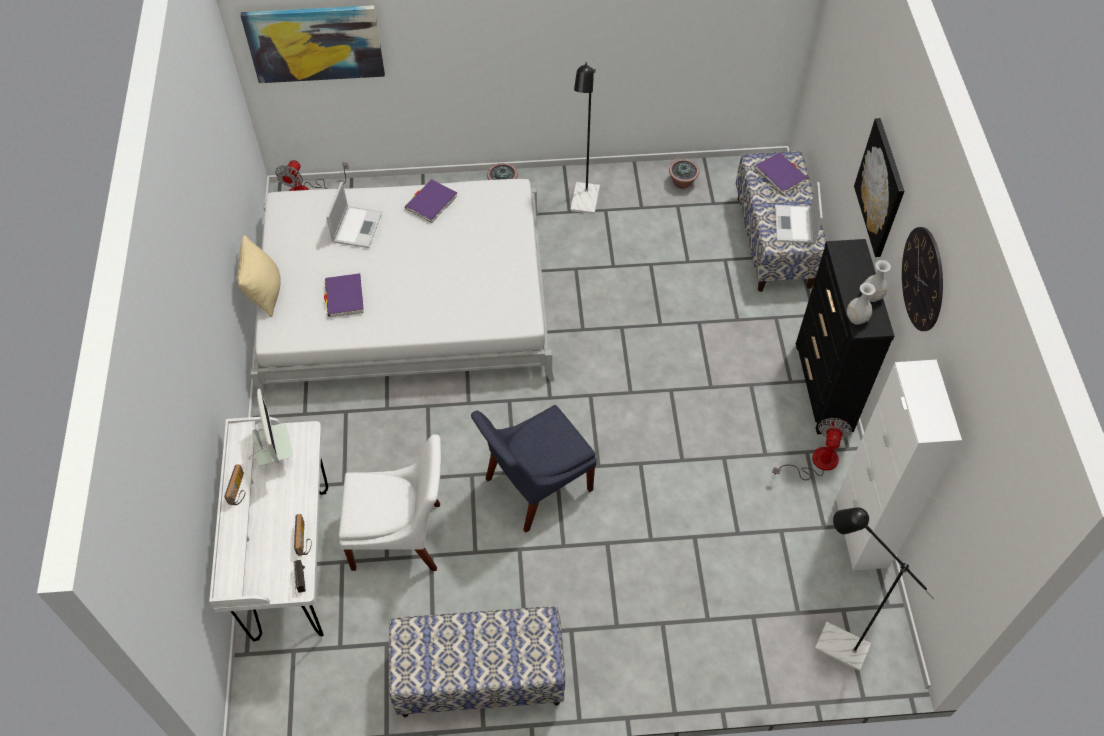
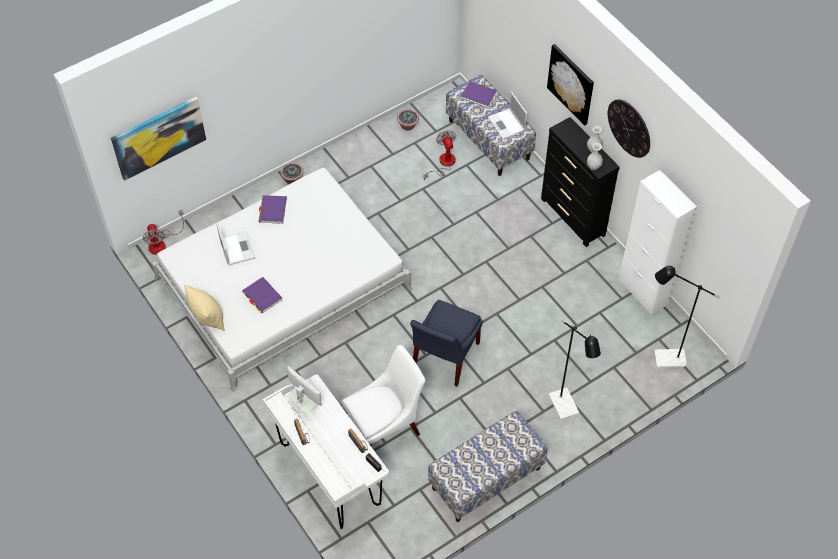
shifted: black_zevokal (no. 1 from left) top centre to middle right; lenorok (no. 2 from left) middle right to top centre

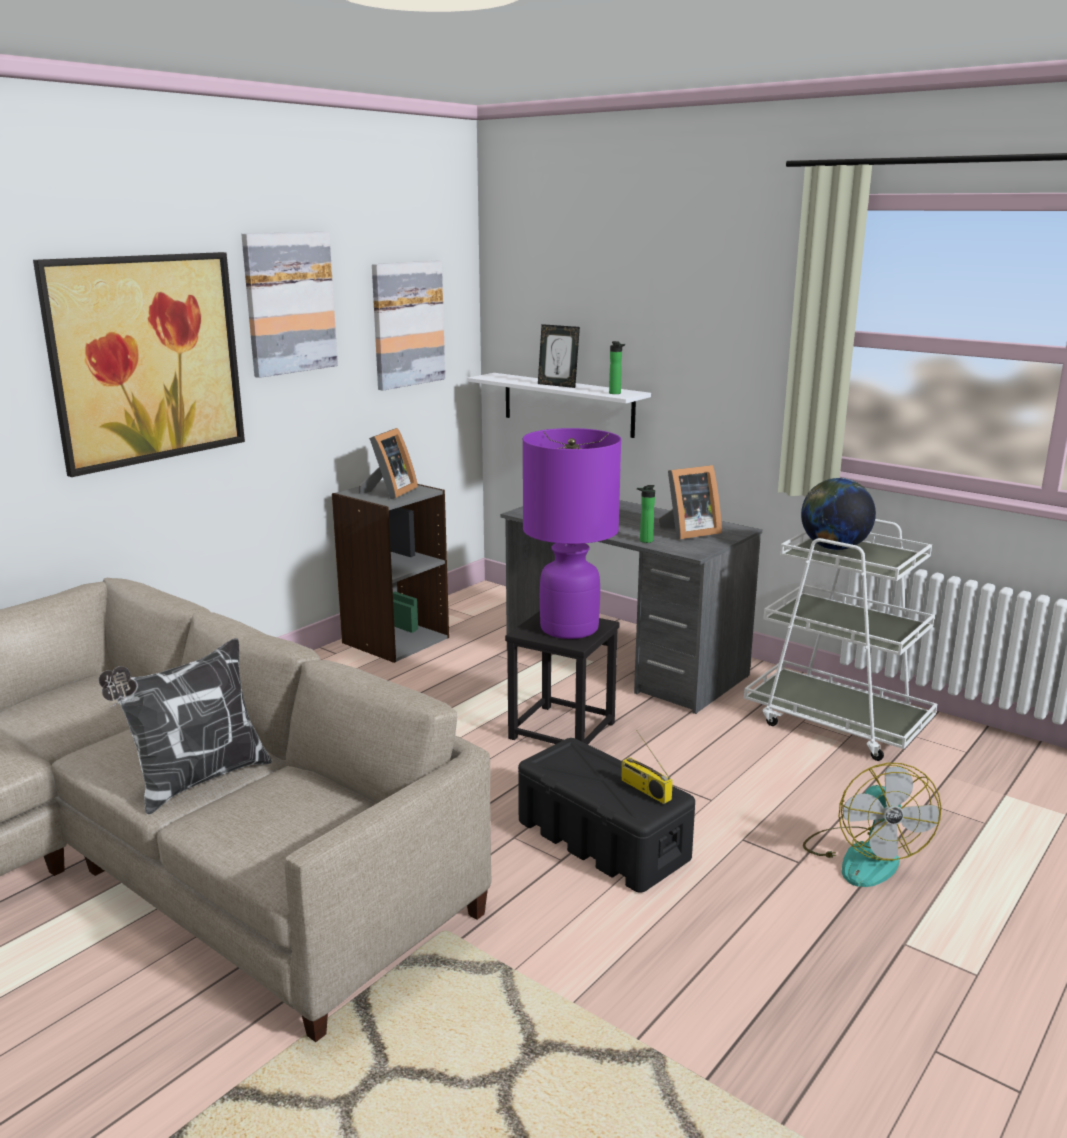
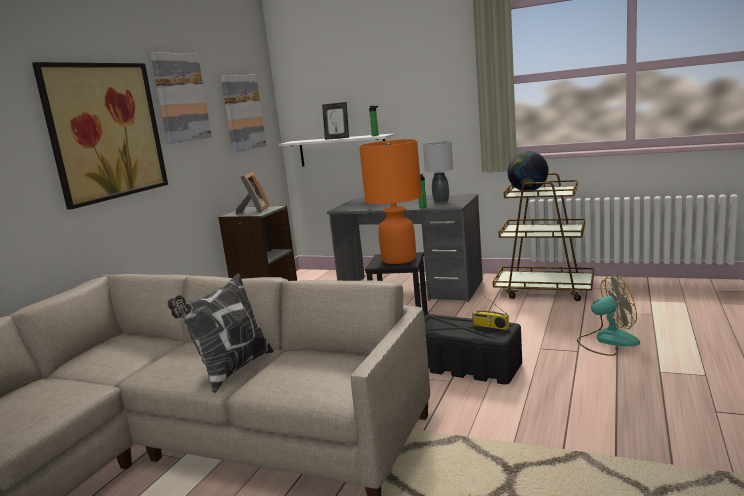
swapped: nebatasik (no. 3 from left) centre to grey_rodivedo centre
repainted: purple_rodivedo centre to orange_rodivedo centre; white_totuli middle right to brown_totuli middle right
rotated: lenorok bottom right = middle right 75 degrees counterclockwise

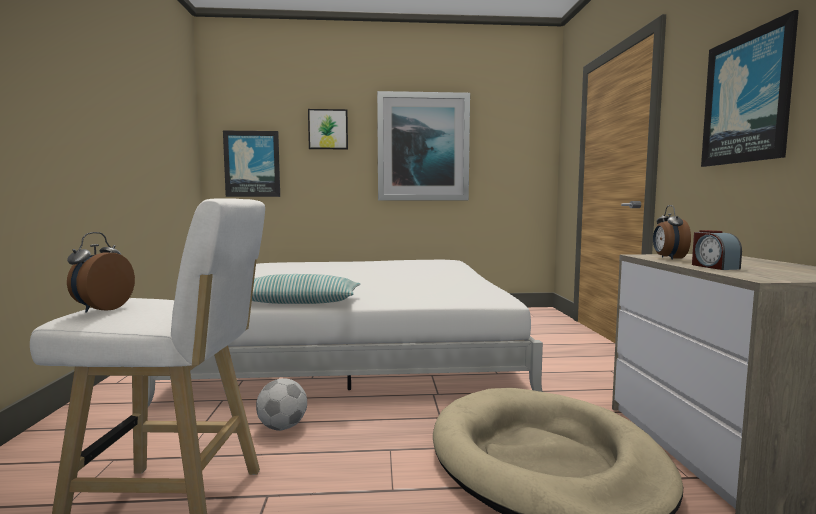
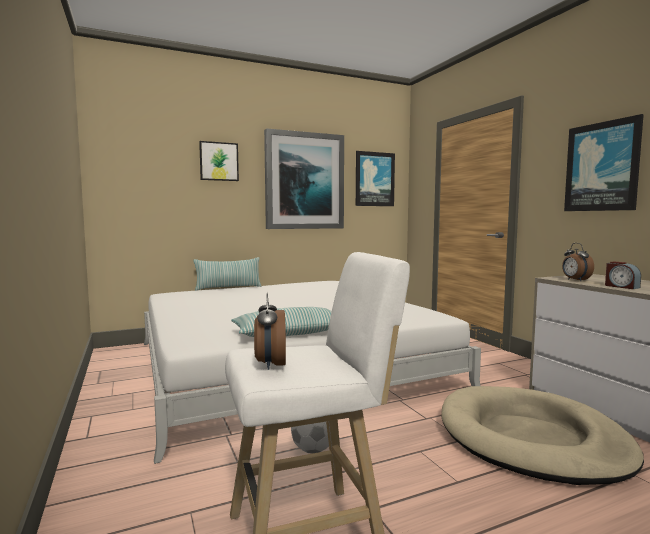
new: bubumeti (no. 1 from left) centre
shifted: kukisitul (no. 1 from left in the first image) top left to kukisitul (no. 3 from left) centre

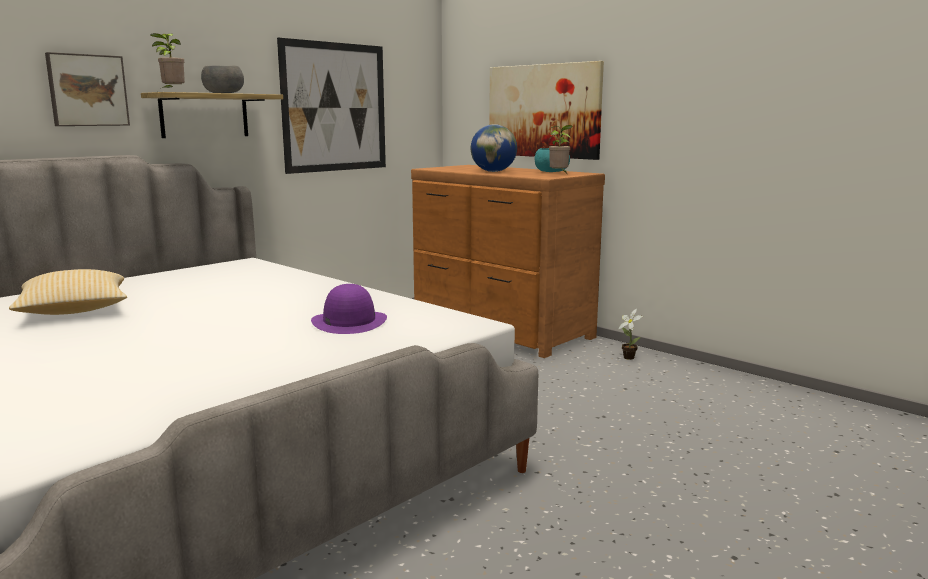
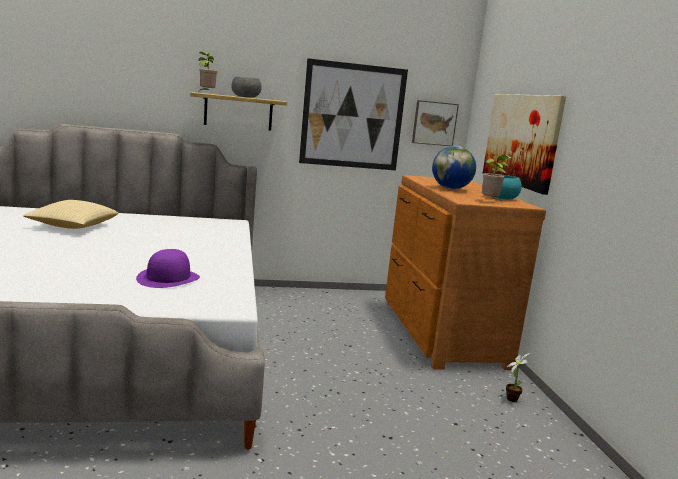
shifted: kukisitul (no. 1 from left in the first image) top left to kukisitul (no. 2 from left) top centre

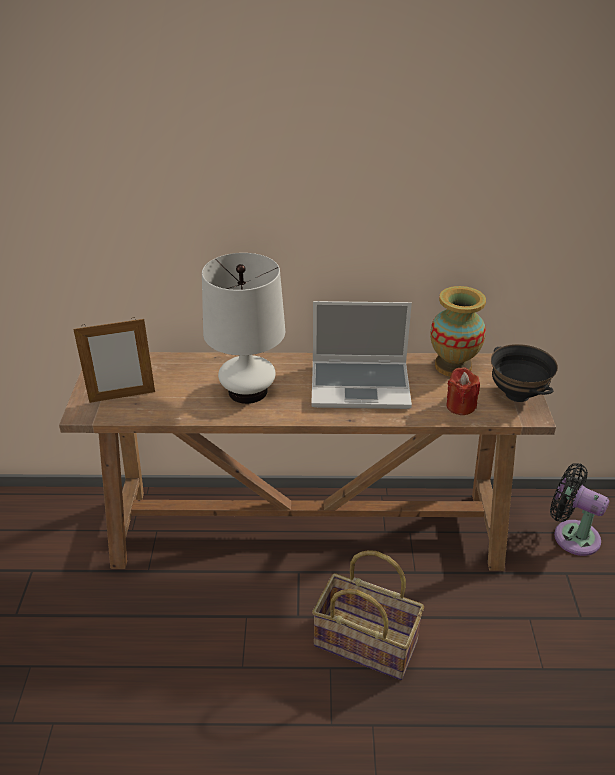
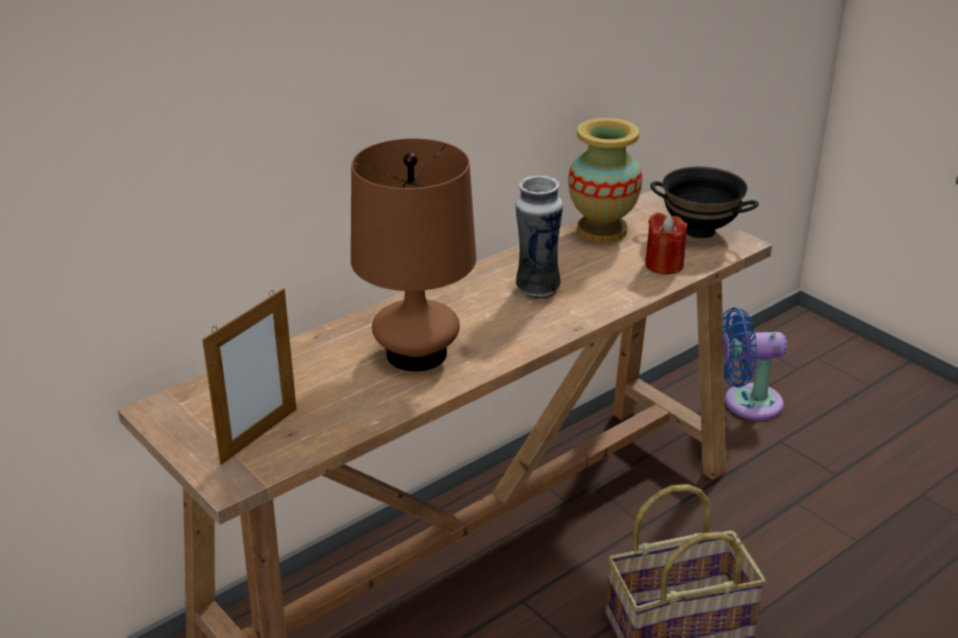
swapped: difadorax centre to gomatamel (no. 1 from left) centre
repainted: white_rodivedo centre to brown_rodivedo centre; black_lenorok middle right to blue_lenorok middle right

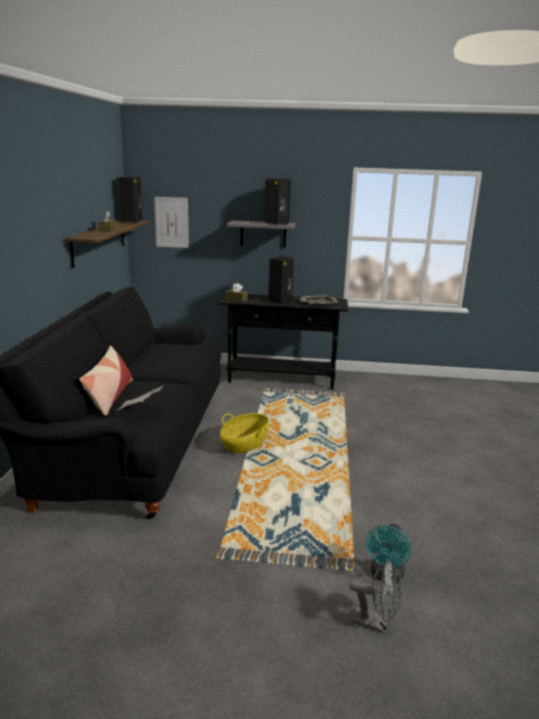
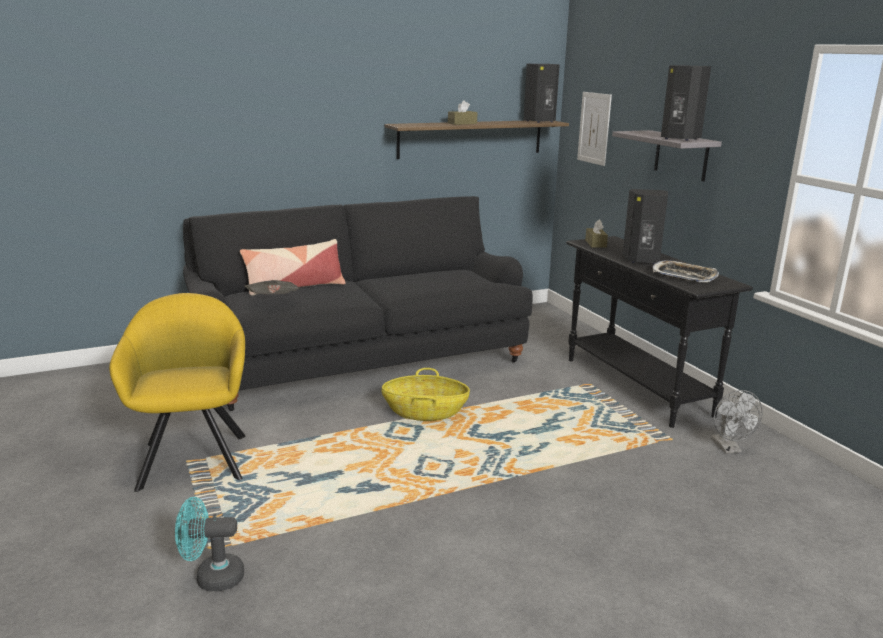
new: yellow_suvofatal middle left
shifted: grey_lenorok bottom right to middle right

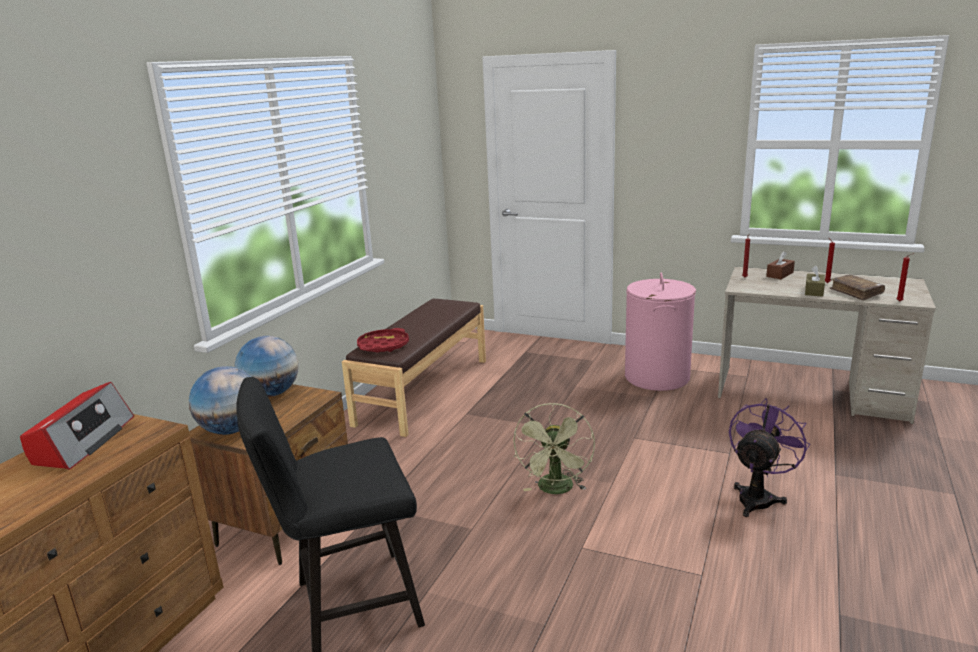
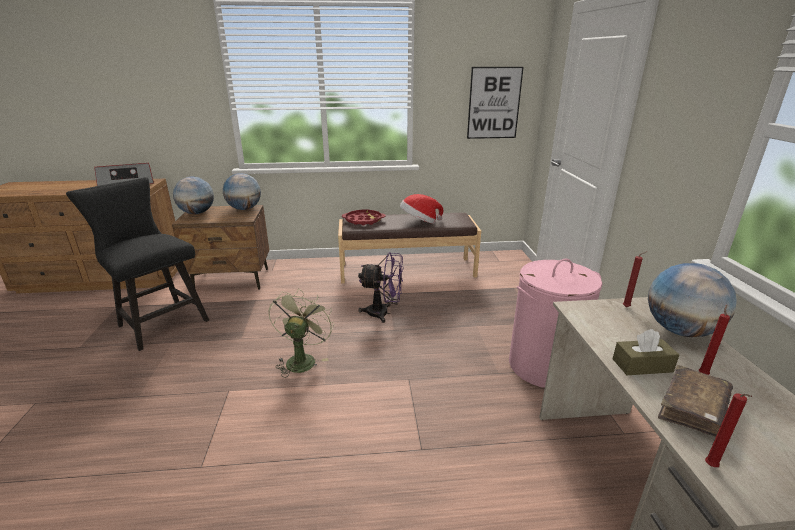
new: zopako centre; kukisitul top centre
shifted: purple_lenorok bottom right to centre
swapped: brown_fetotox (no. 1 from left) middle right to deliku (no. 3 from left) middle right
rotated: green_lenorok bottom centre = centre 120 degrees clockwise

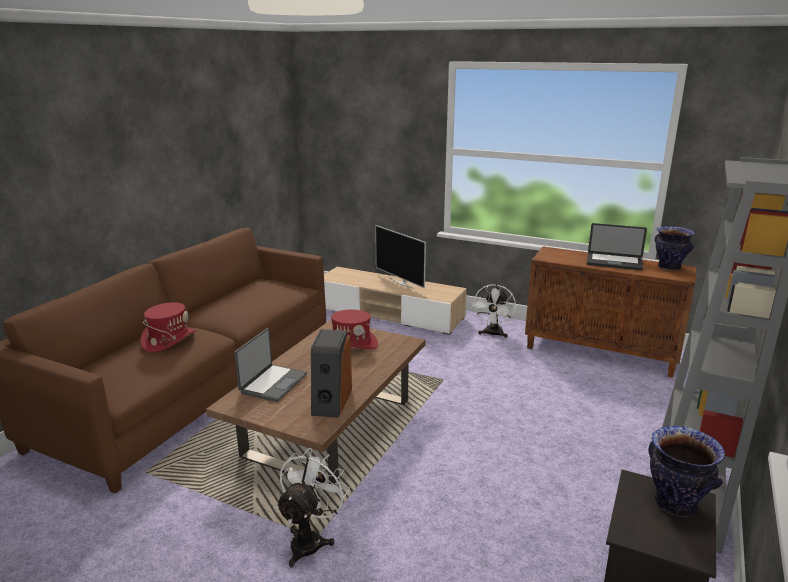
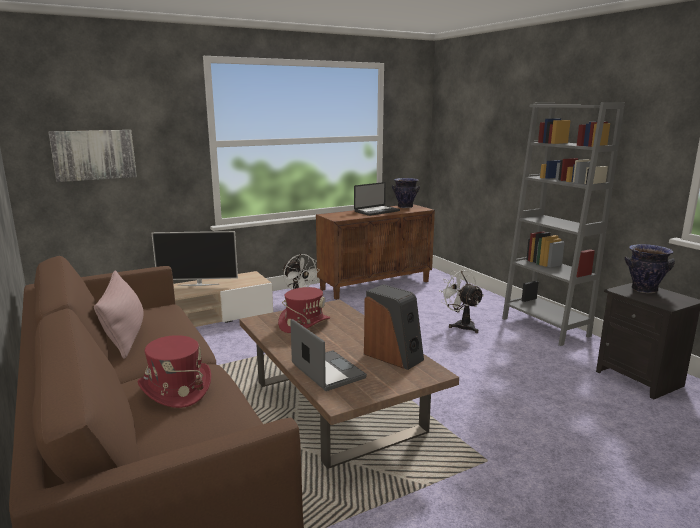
new: kukisitul top left; pink_bubumeti middle left
shifted: white_lenorok (no. 1 from left in the first image) bottom centre to white_lenorok (no. 2 from left) centre

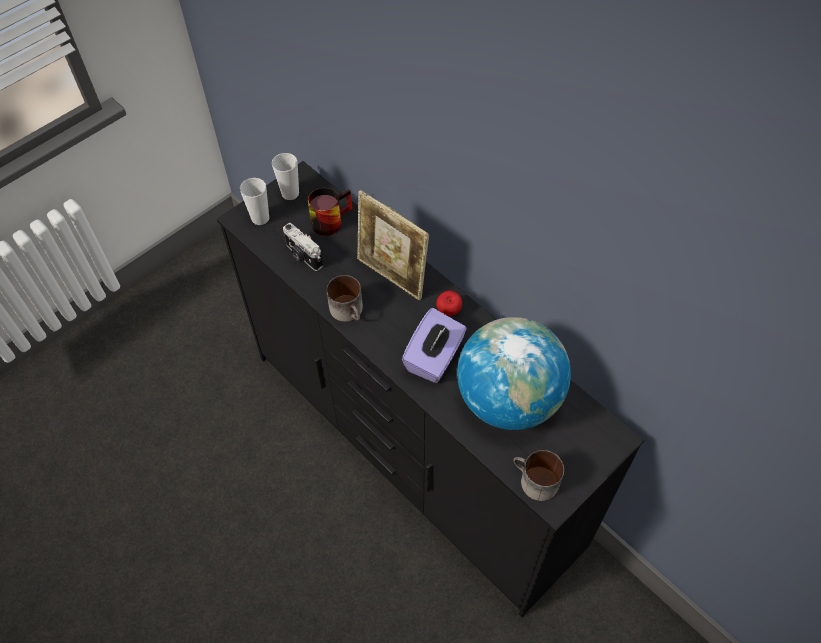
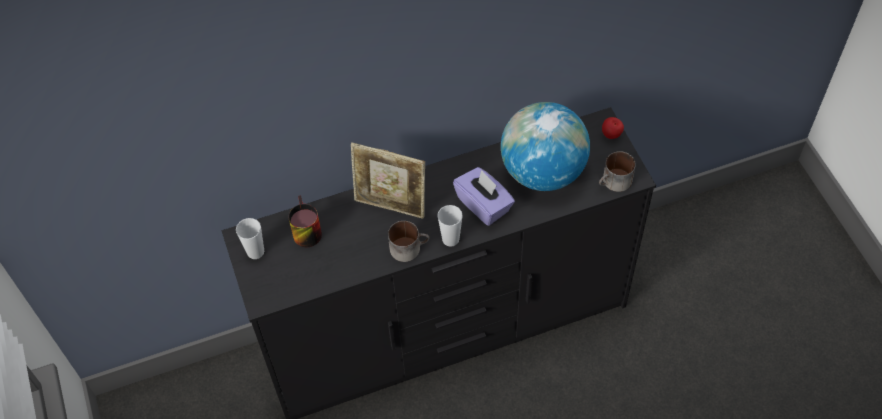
gone: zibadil centre
shifted: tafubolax (no. 1 from left in the first image) top left to tafubolax (no. 2 from left) centre; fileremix centre to top right
rotated: nebatasik centre = centre 45 degrees clockwise

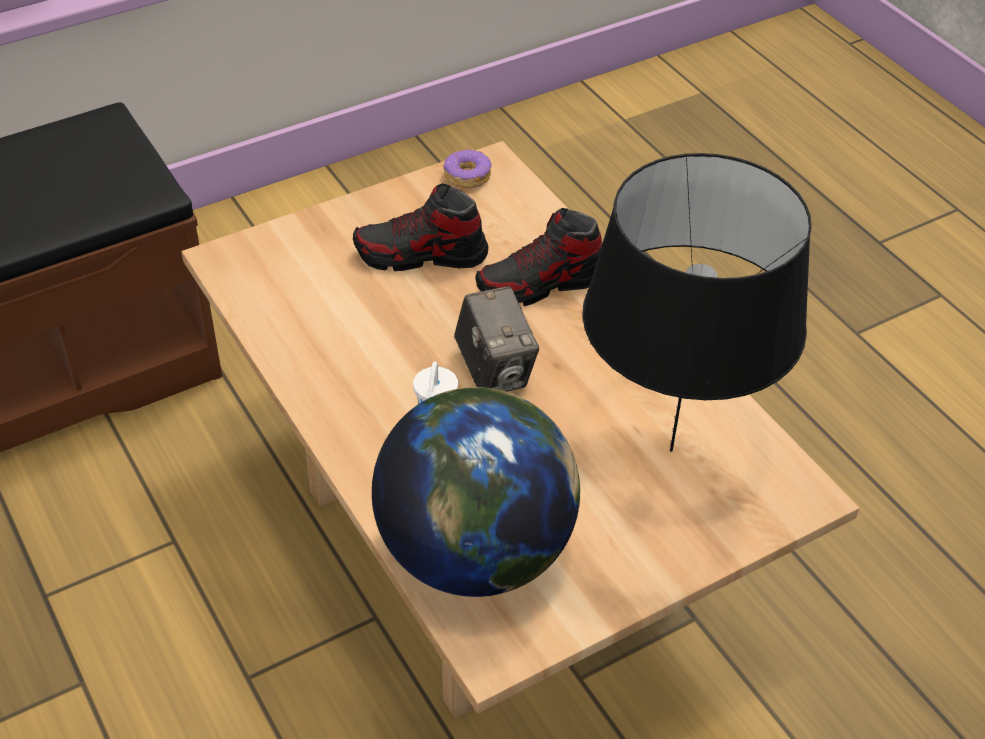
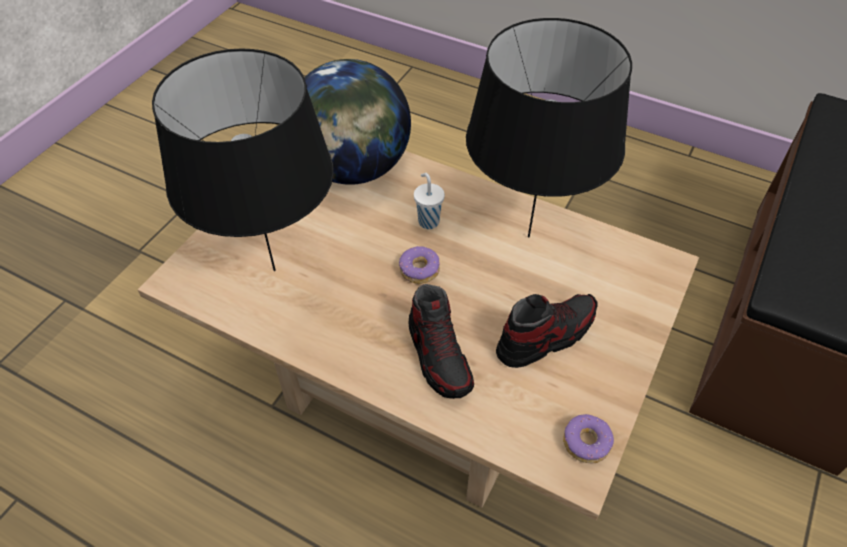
new: black_rodivedo (no. 2 from left) top centre
swapped: zibadil centre to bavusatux (no. 1 from left) centre
rotated: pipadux (no. 2 from left in the first image) centre = centre 120 degrees clockwise

